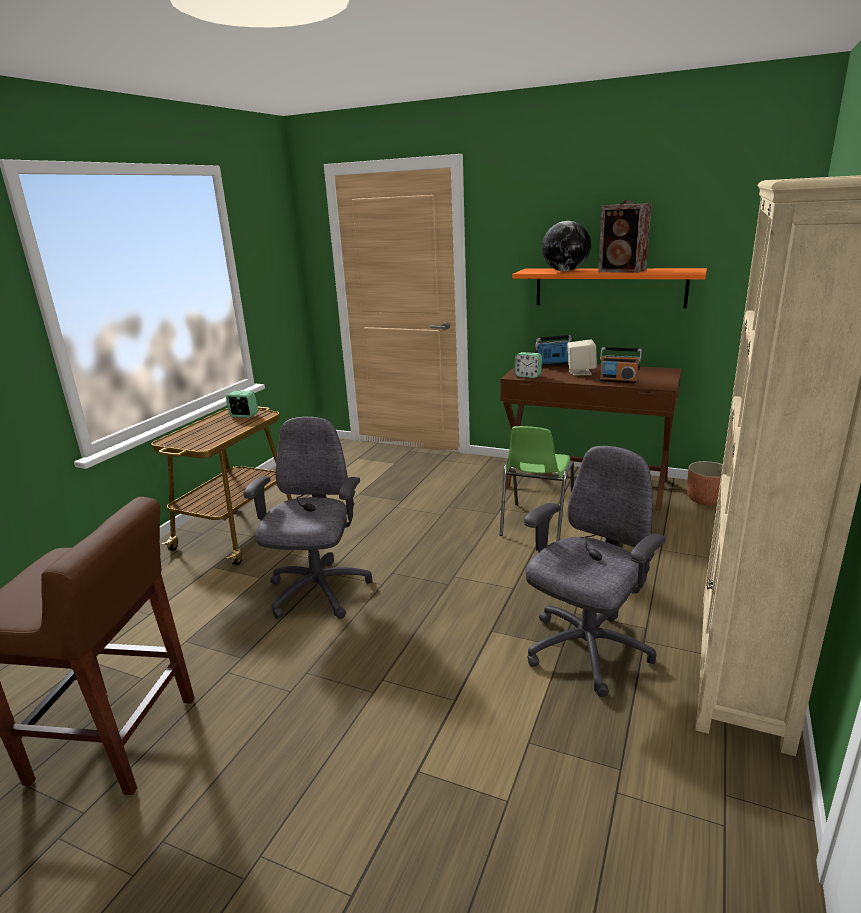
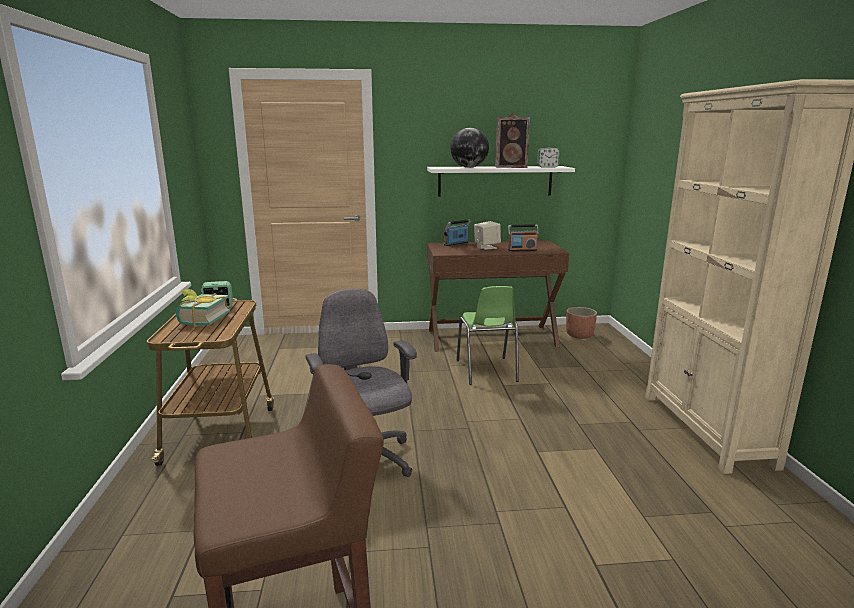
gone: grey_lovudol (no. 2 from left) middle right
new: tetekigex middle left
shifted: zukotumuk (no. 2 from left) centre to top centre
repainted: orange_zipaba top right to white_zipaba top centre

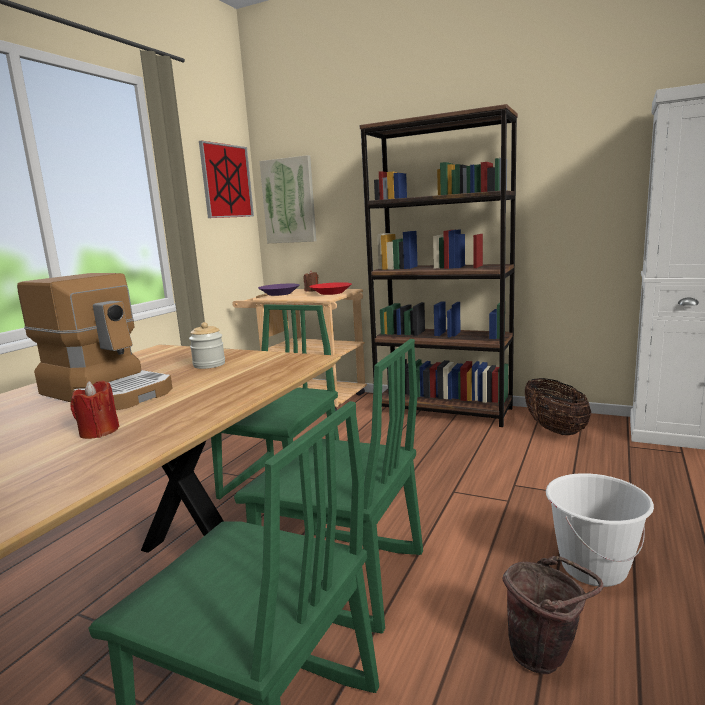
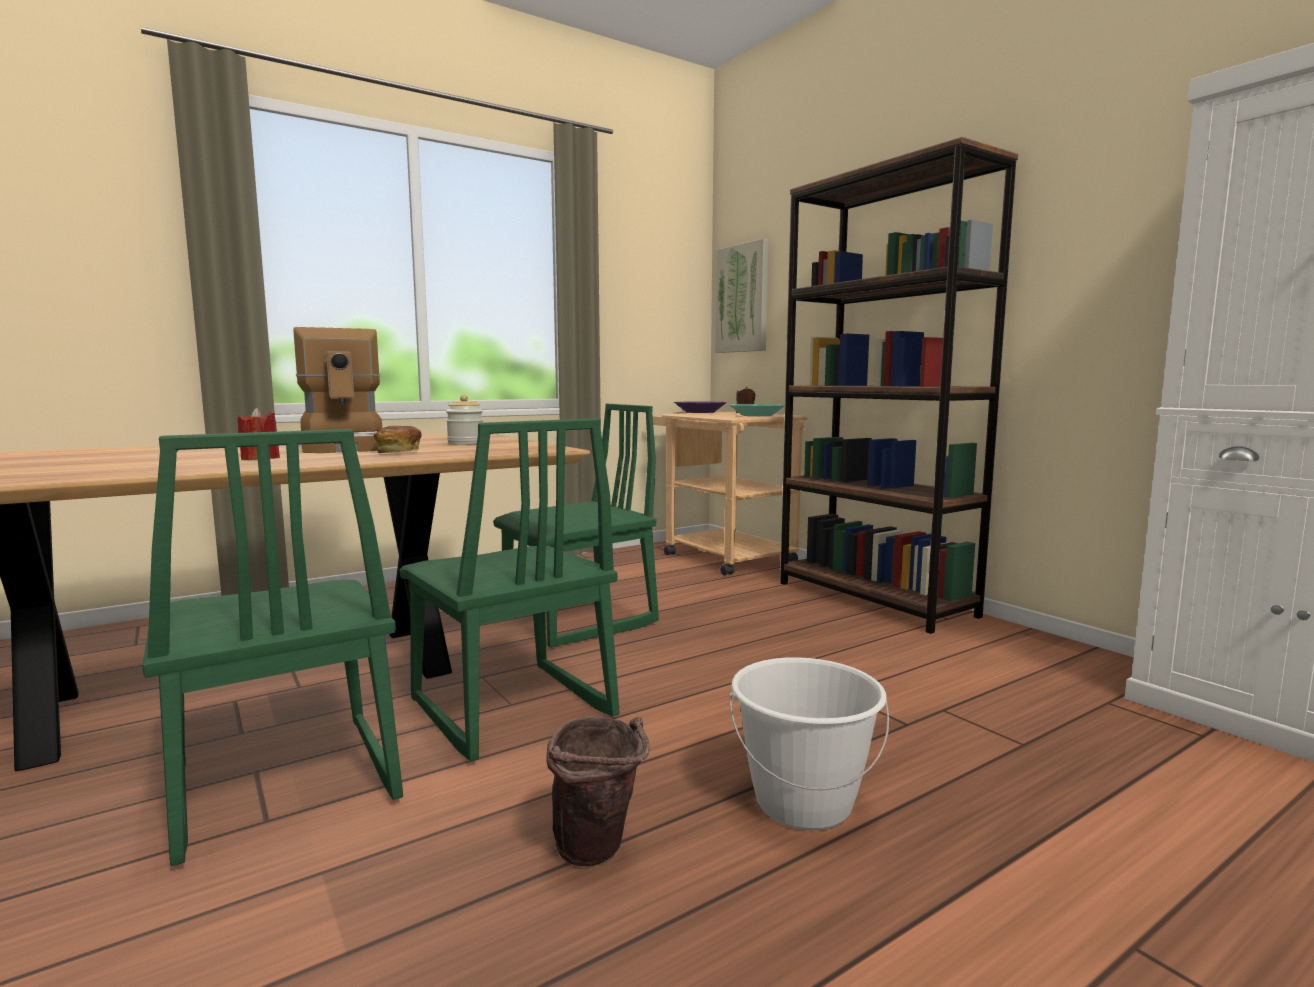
gone: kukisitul (no. 1 from left) top left; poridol middle right
new: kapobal middle left
repainted: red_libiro centre to turquoise_libiro centre

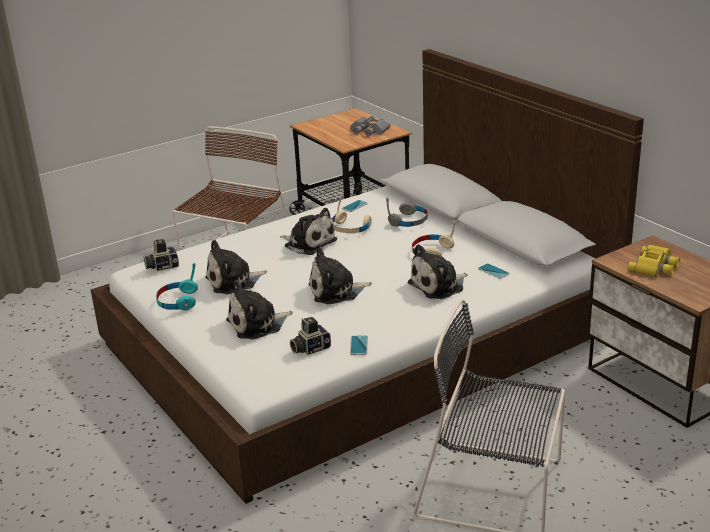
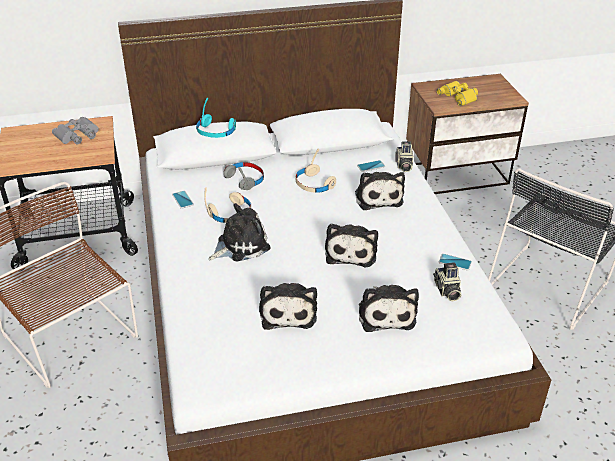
shifted: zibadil (no. 1 from left) middle left to centre; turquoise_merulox middle left to top centre

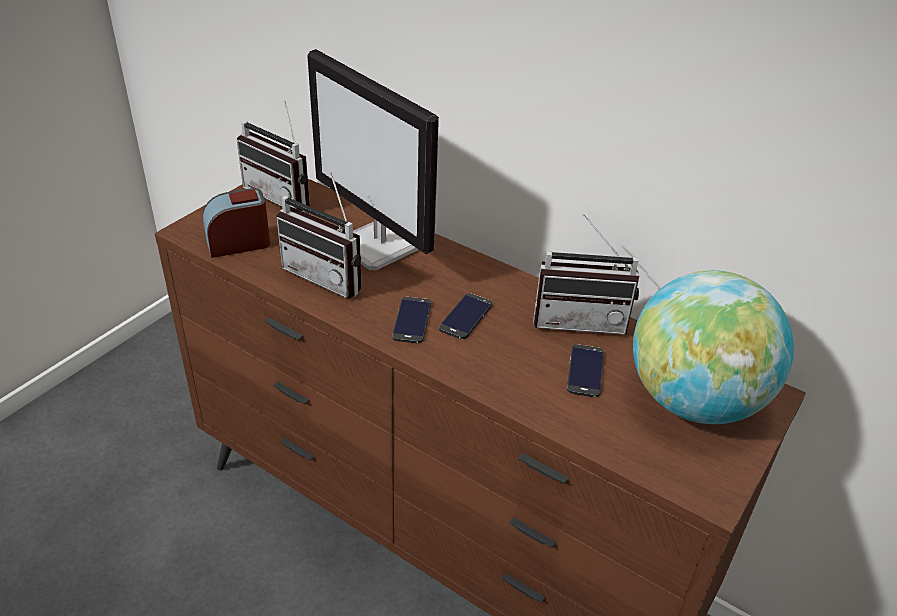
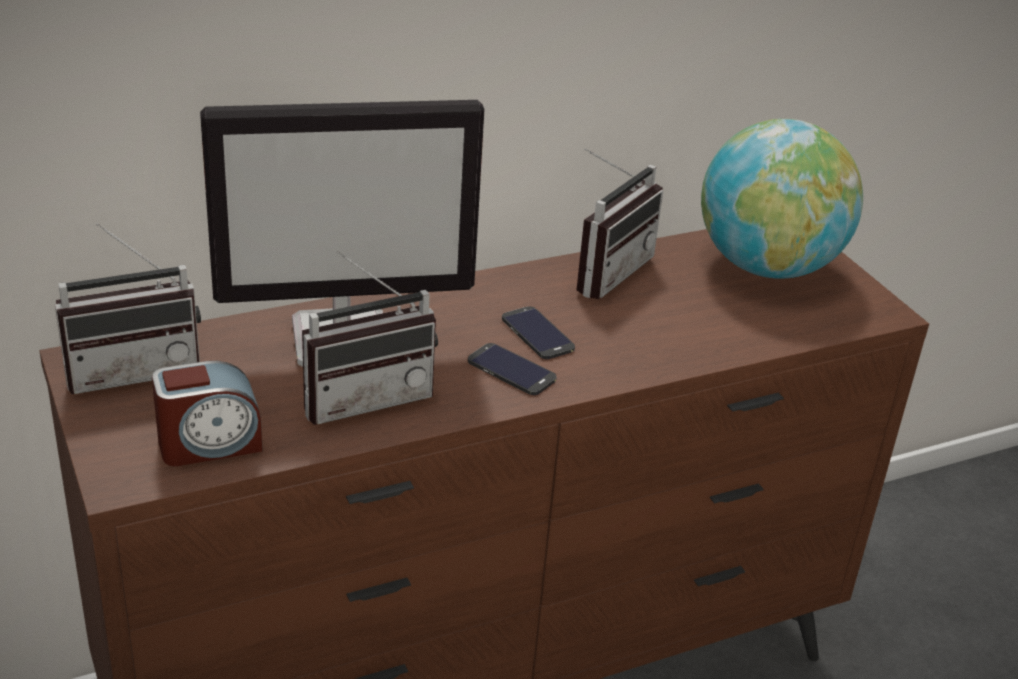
gone: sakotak (no. 3 from left) centre
rotated: zukotumuk middle left = middle left 120 degrees counterclockwise

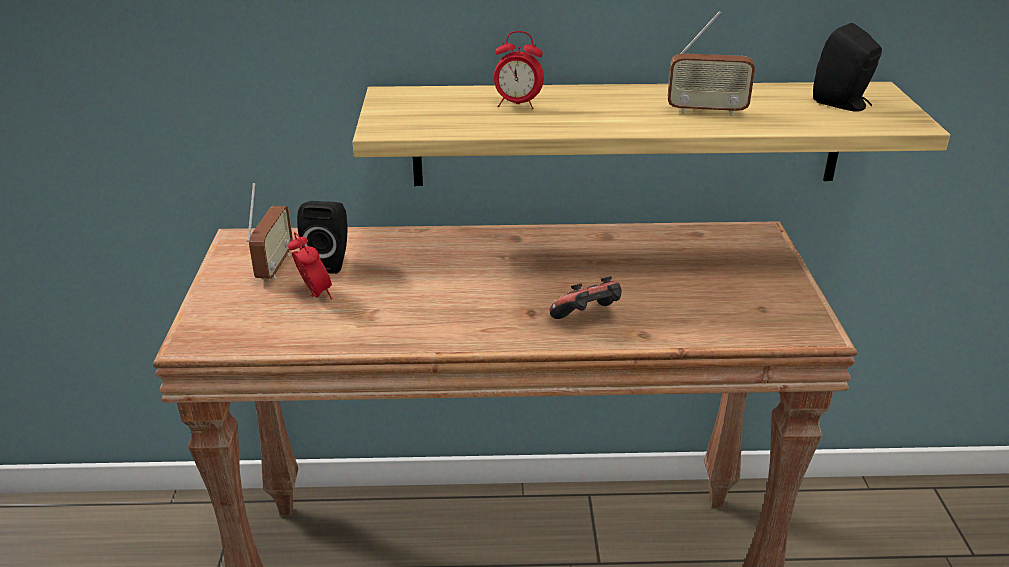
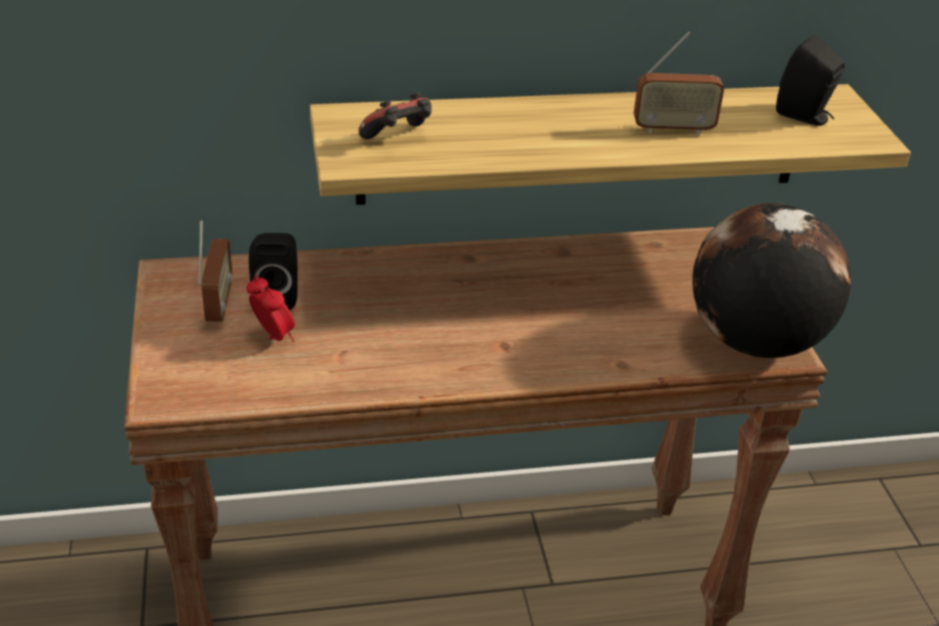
gone: zukotumuk (no. 2 from left) top centre
new: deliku middle right
shifted: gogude centre to top centre

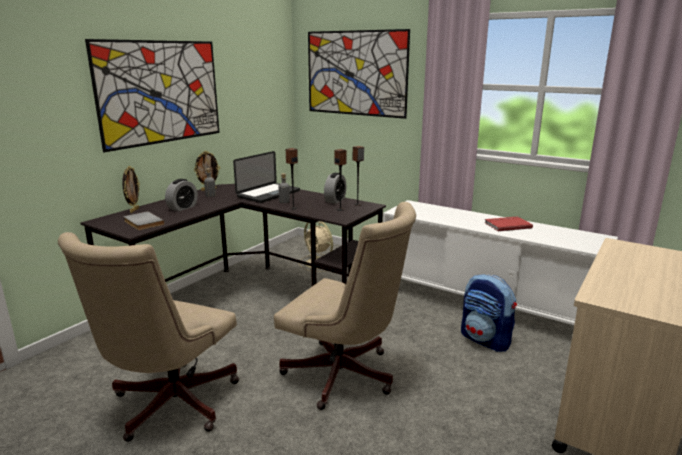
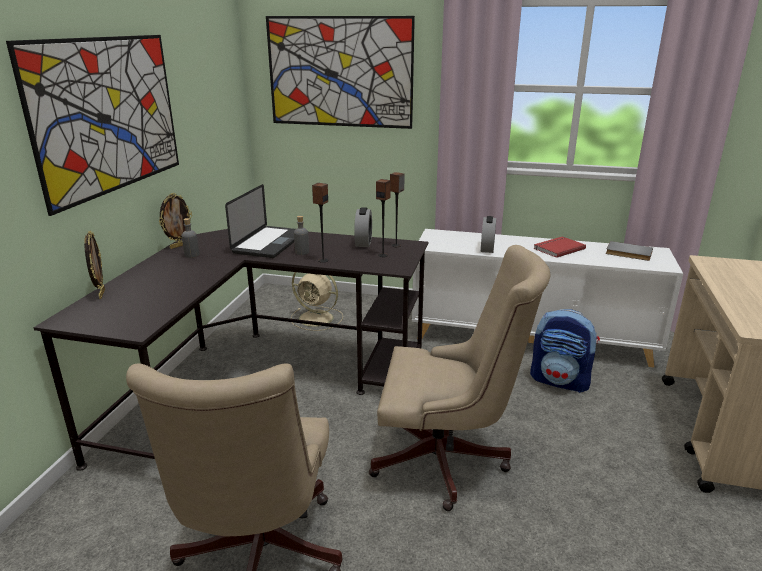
shifted: grey_tetekigex middle left to middle right; zukotumuk (no. 1 from left in the first image) middle left to zukotumuk (no. 2 from left) centre

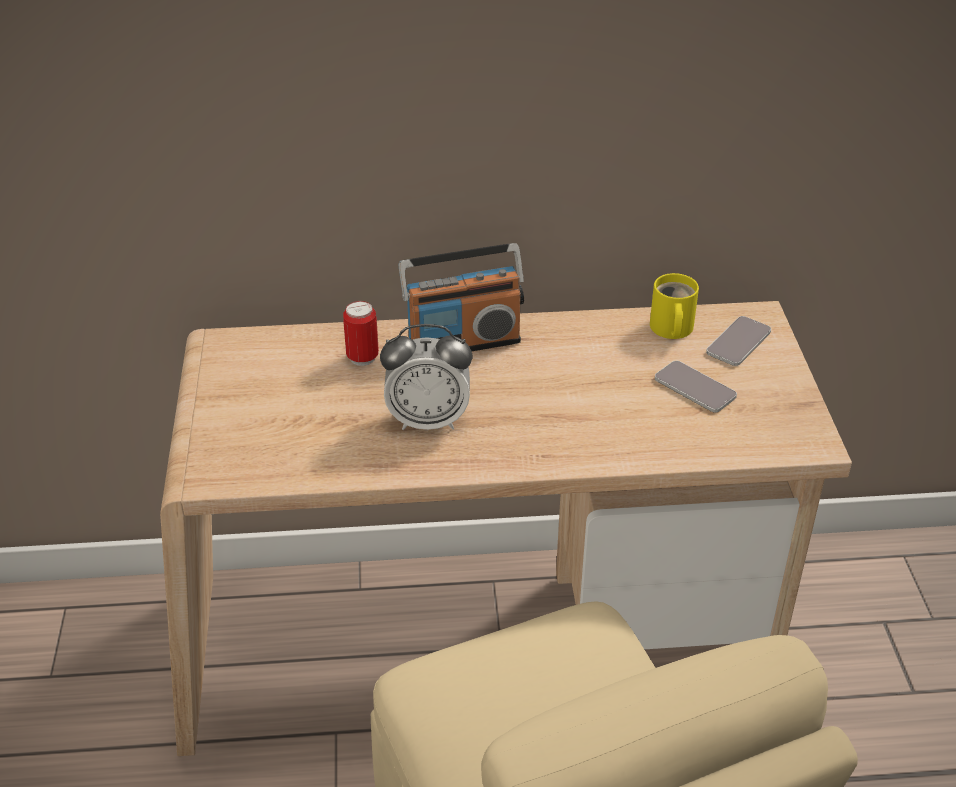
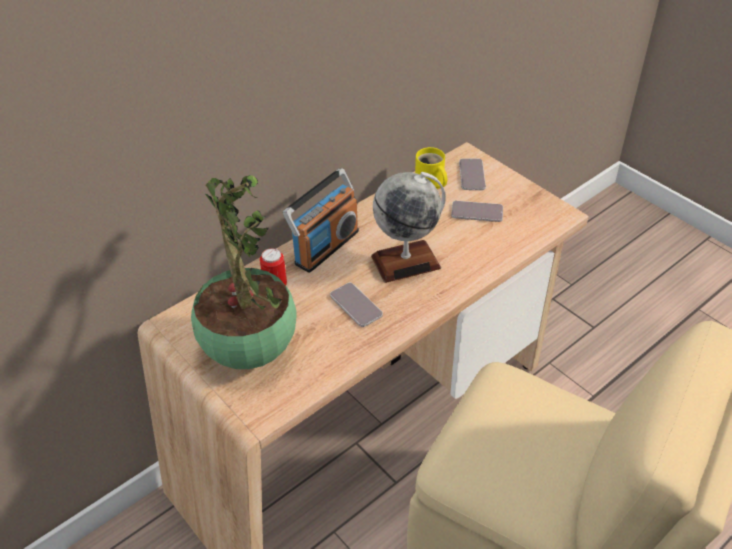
new: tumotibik centre; deliku centre
swapped: zukotumuk centre to sakotak (no. 1 from left) centre

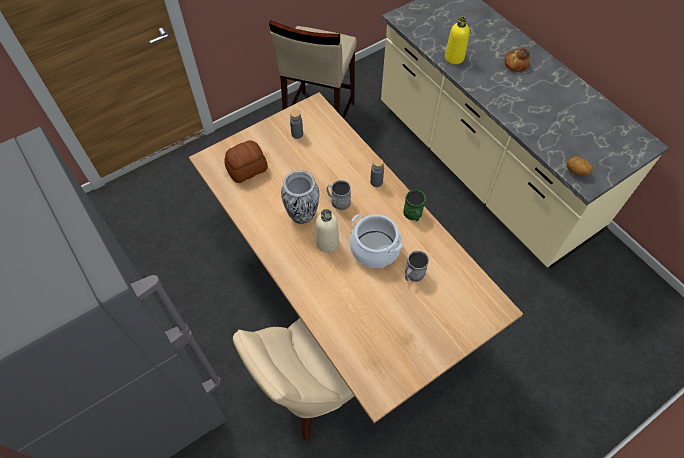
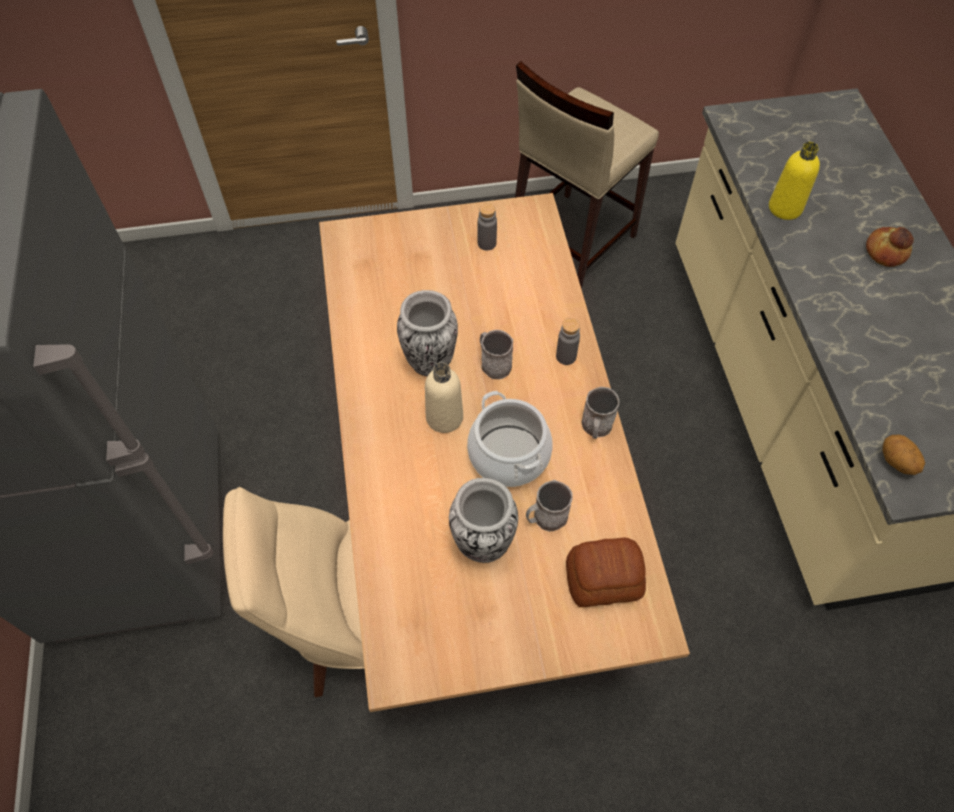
new: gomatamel (no. 2 from left) centre
shifted: kapobal (no. 1 from left) centre to bottom centre
repainted: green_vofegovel centre to grey_vofegovel (no. 3 from left) centre

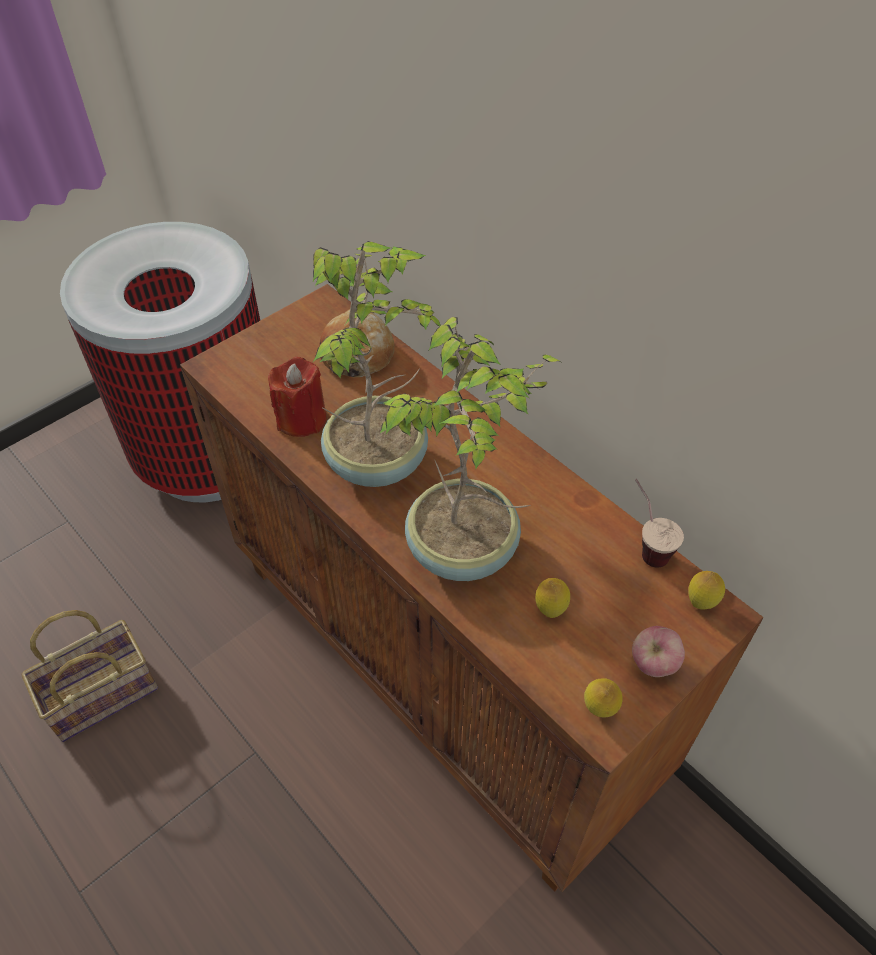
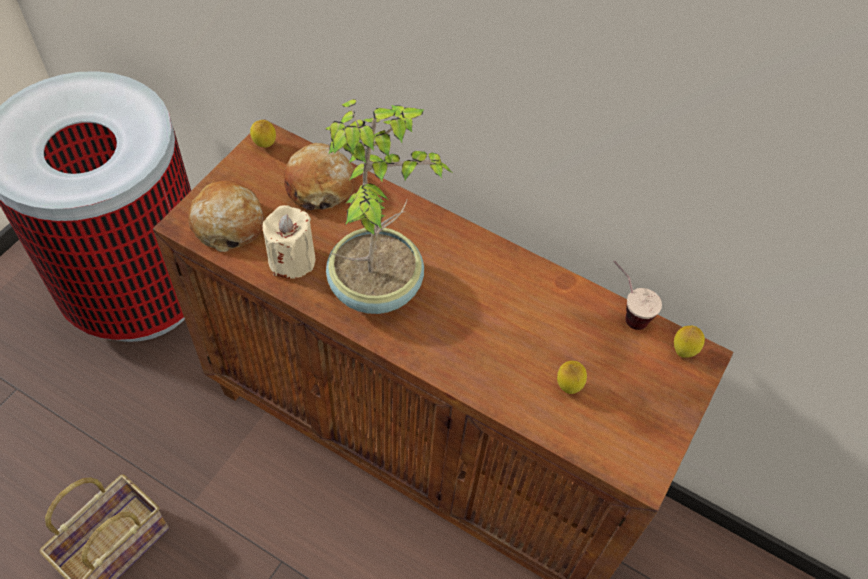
gone: tumotibik (no. 2 from left) centre; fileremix bottom right
new: kapobal (no. 1 from left) middle left
shifted: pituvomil (no. 2 from left in the first image) bottom right to pituvomil (no. 1 from left) top left
repainted: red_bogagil centre to beige_bogagil middle left

